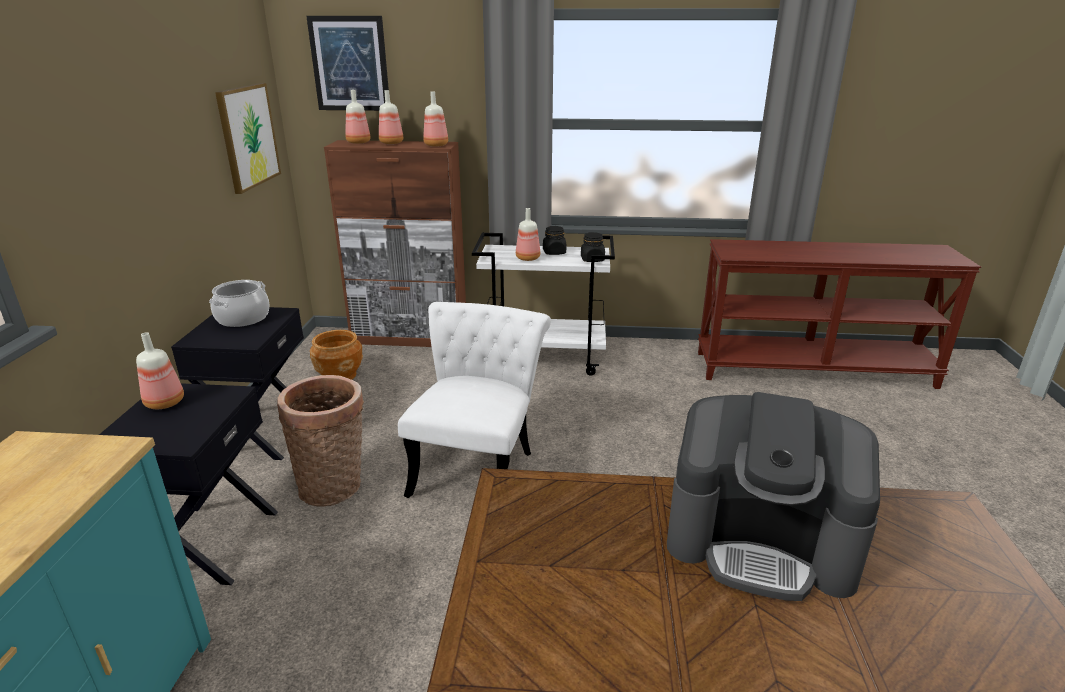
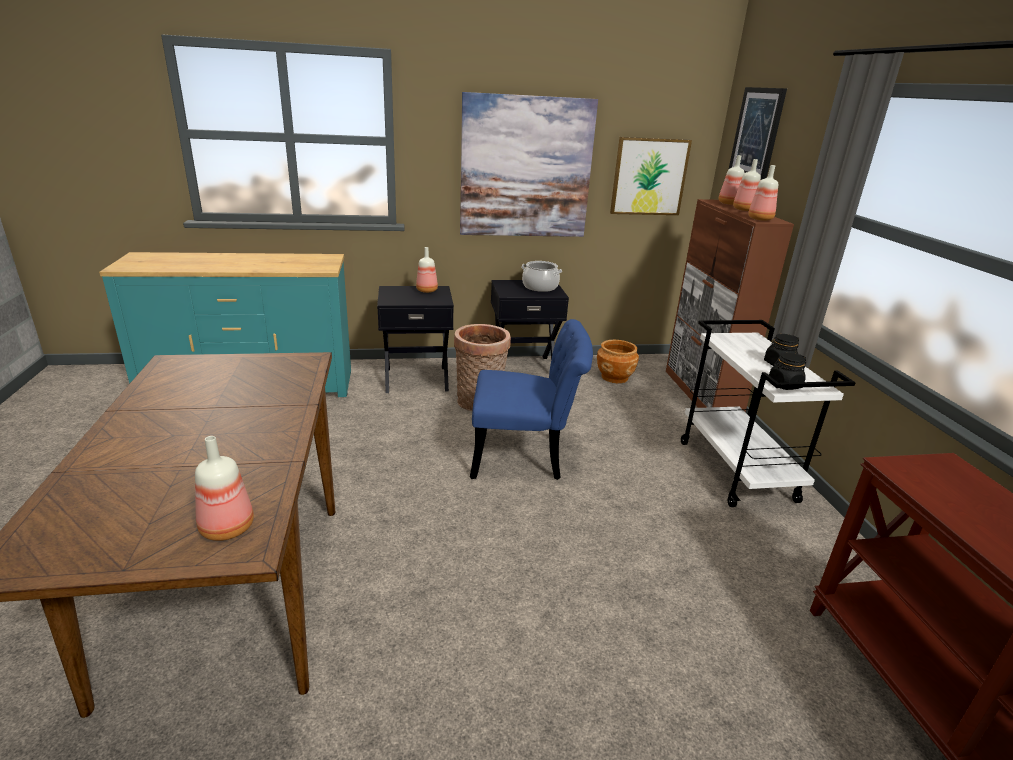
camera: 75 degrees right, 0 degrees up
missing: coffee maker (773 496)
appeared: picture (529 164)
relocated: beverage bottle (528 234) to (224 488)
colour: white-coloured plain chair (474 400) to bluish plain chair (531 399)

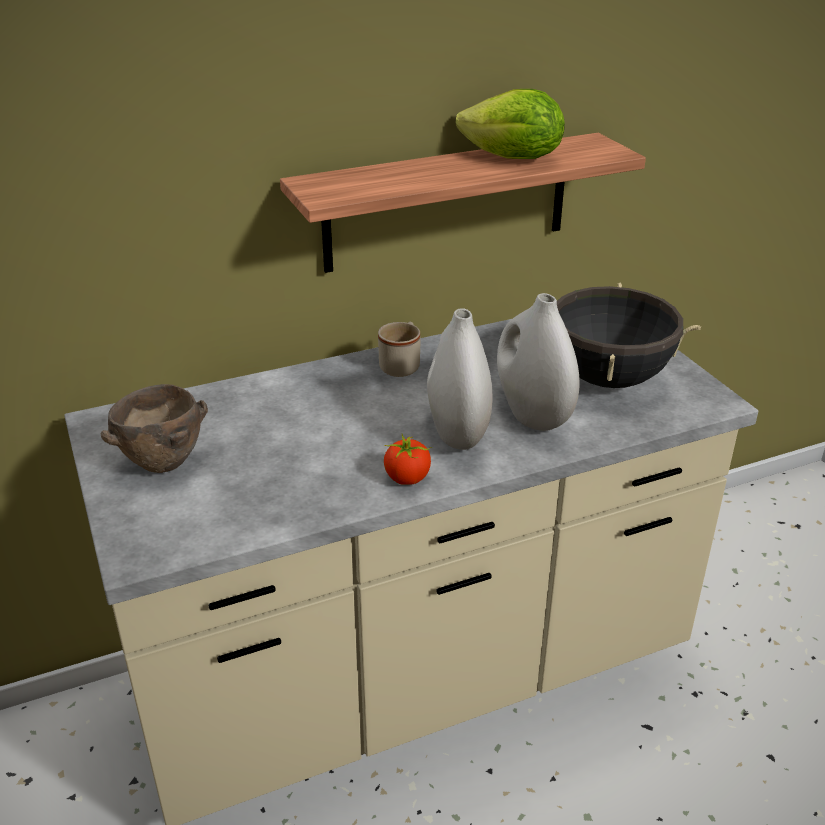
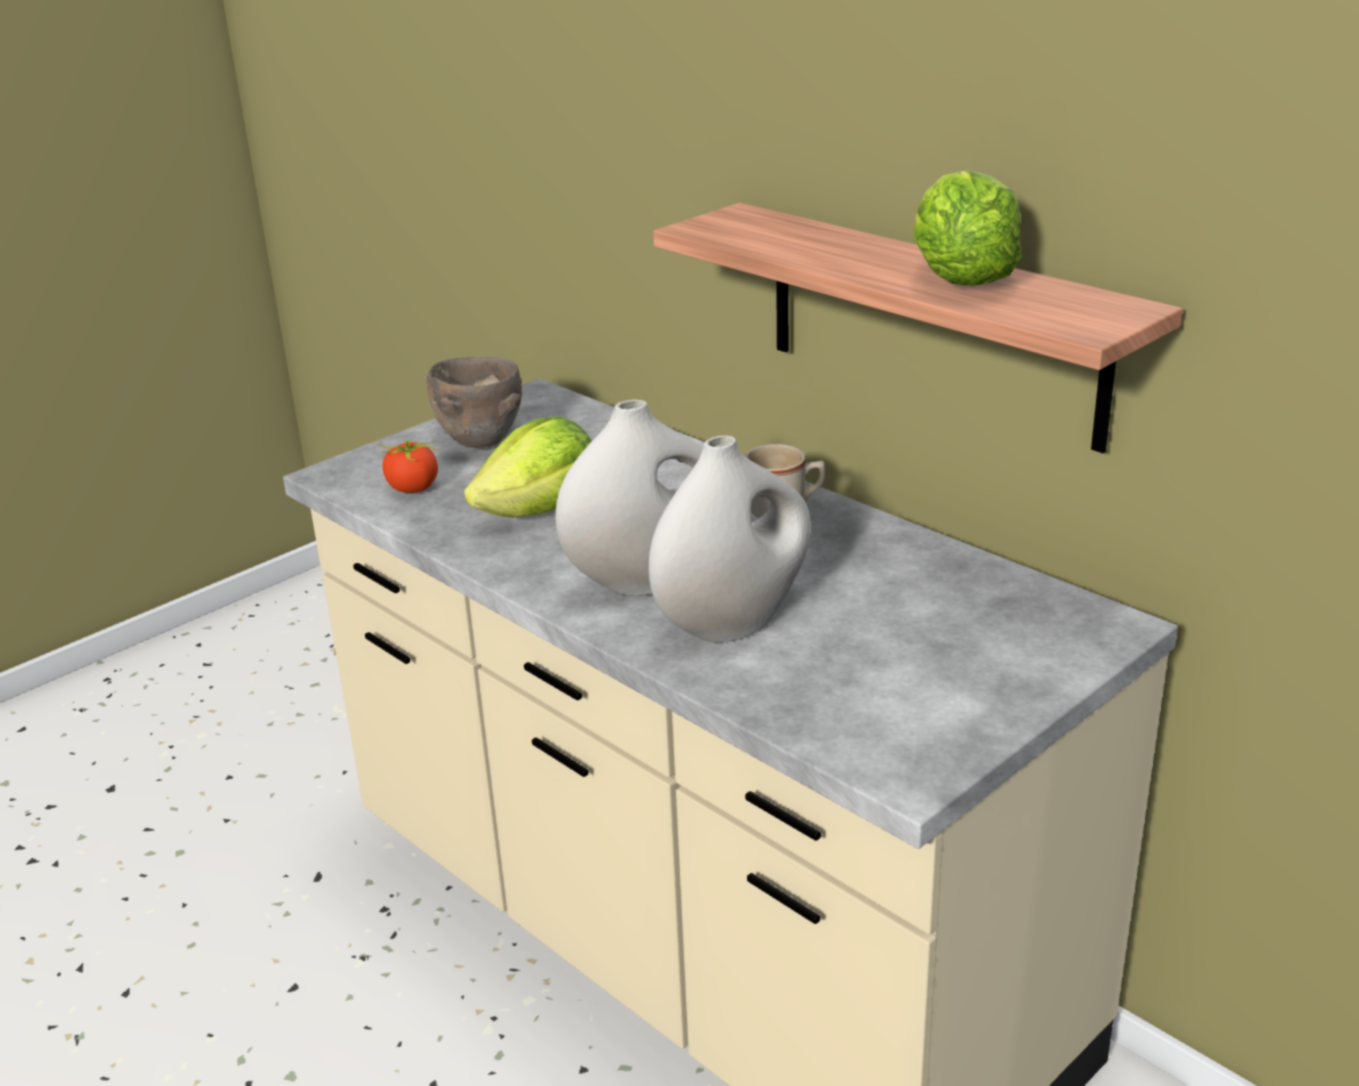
camera: 70 degrees right, 5 degrees down
missing: black-coloured saucepot (629 335)
appeared: lettuce (528 467)
relocated: fresh tomato (408 459) to (407 465)

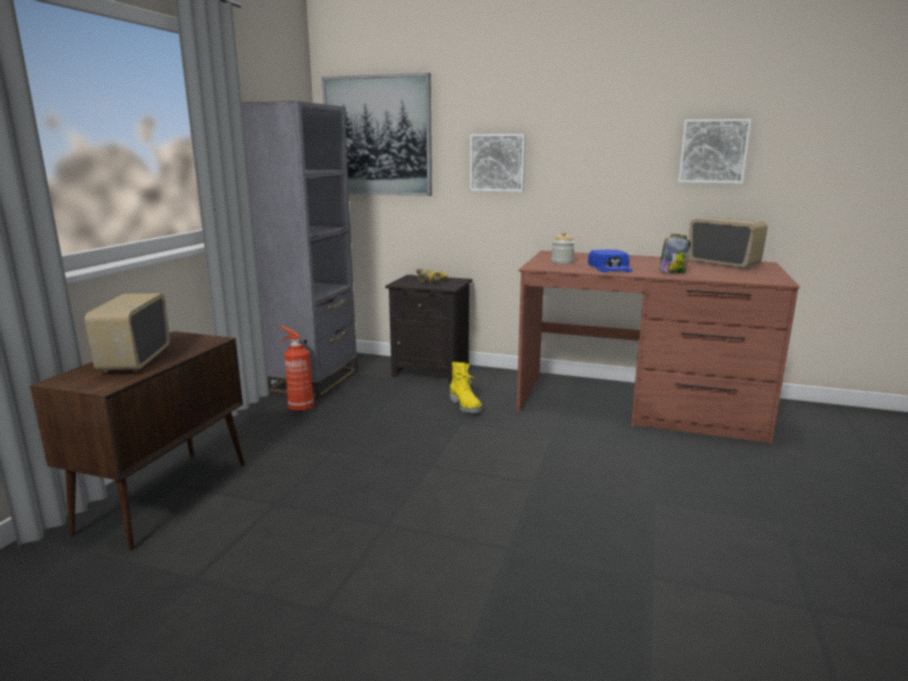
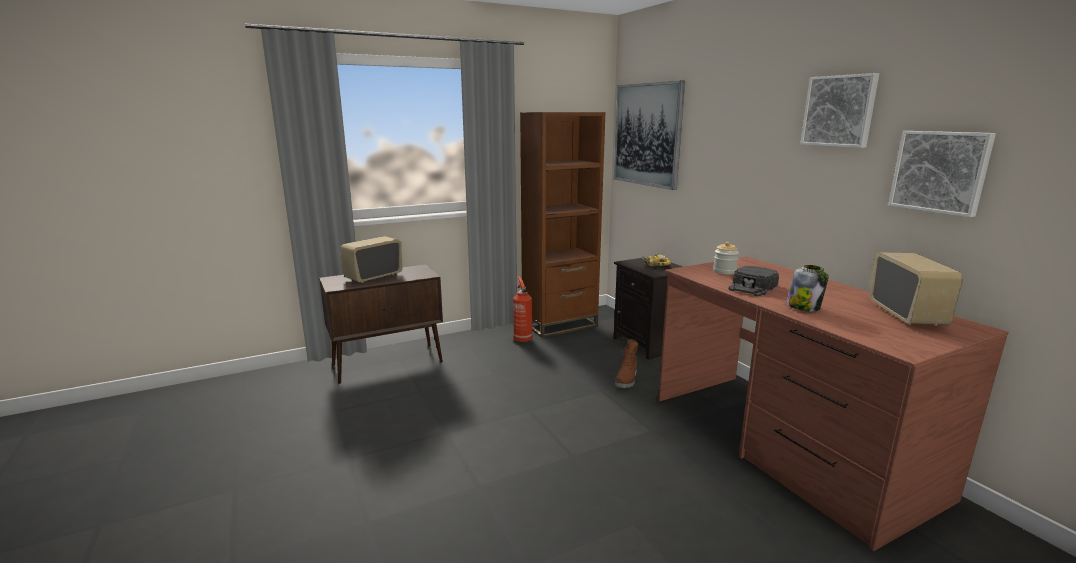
camera: 45 degrees right, 0 degrees up
relocated: picture (498 163) to (839 110)
colour: grey bookcase (299 250) to brown bookcase (562 225); yellowish tall boot (466 388) to brown tall boot (626 363); bluish peaked cap (610 261) to black-coloured peaked cap (754 281)

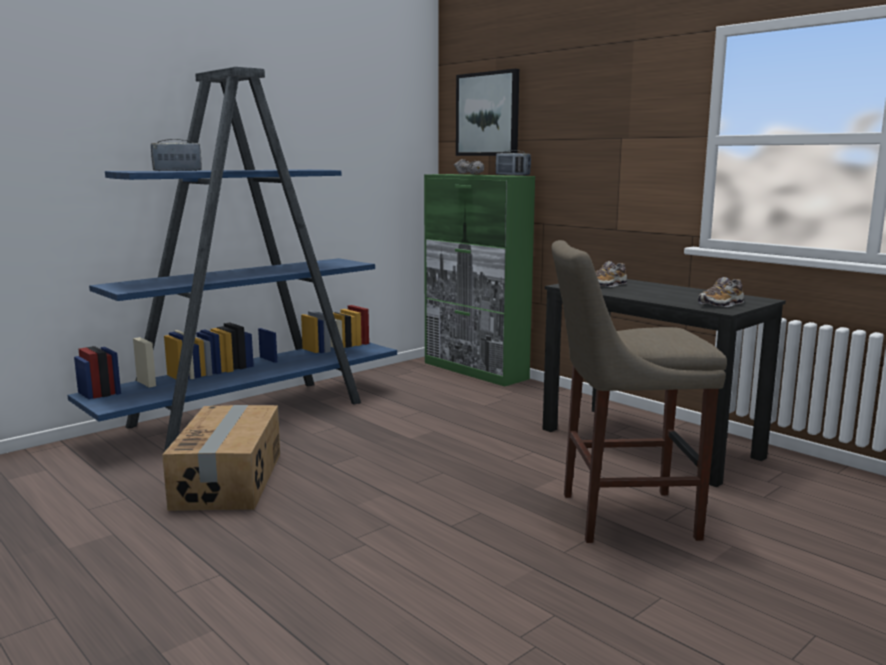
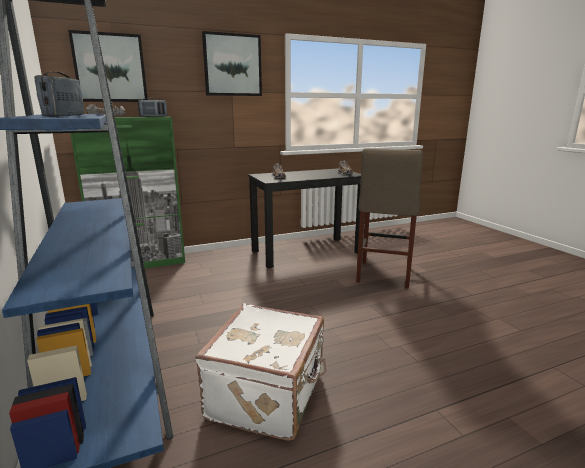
camera: 70 degrees left, 5 degrees up
appeared: picture (232 63)
exchanged: carton (221 458) to white-coloured piece of luggage (260 372)

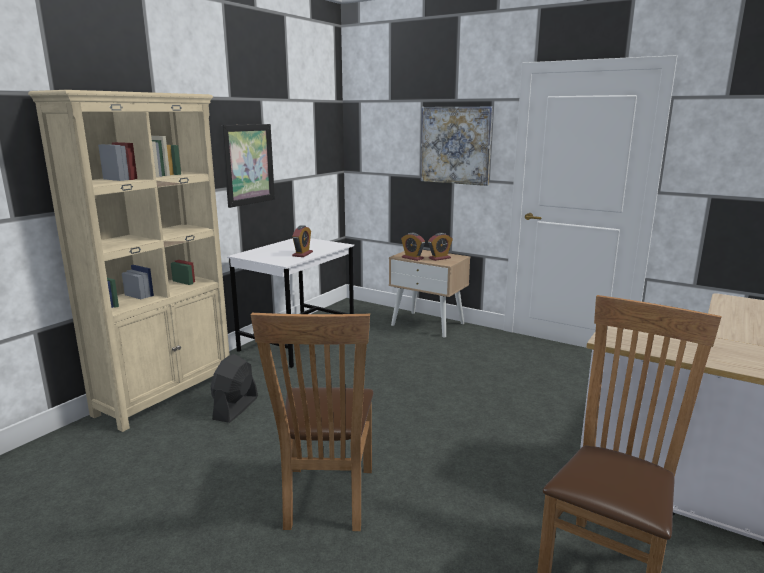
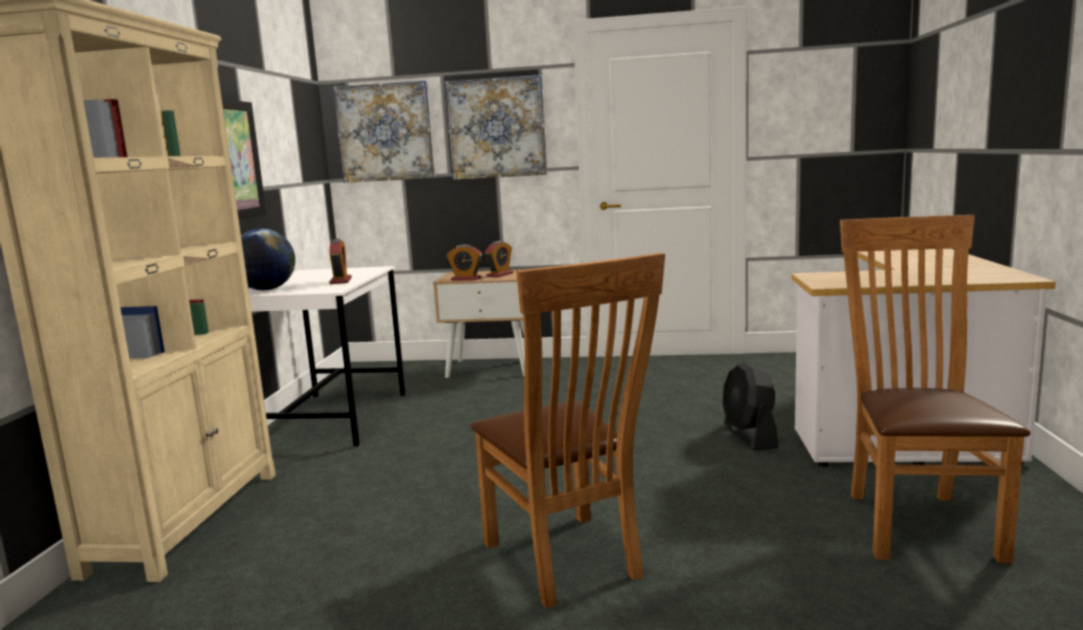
camera: 25 degrees left, 5 degrees down
appeared: world globe (268 259); picture (384 131)
relocated: black-coloured electric fan (234 388) to (750 406)

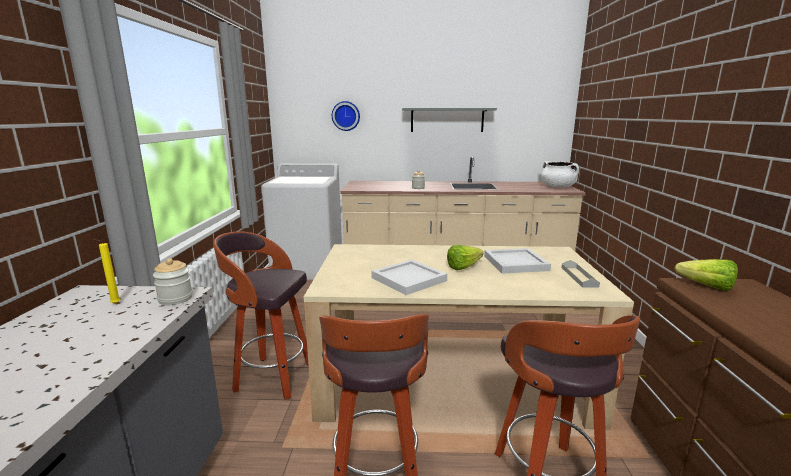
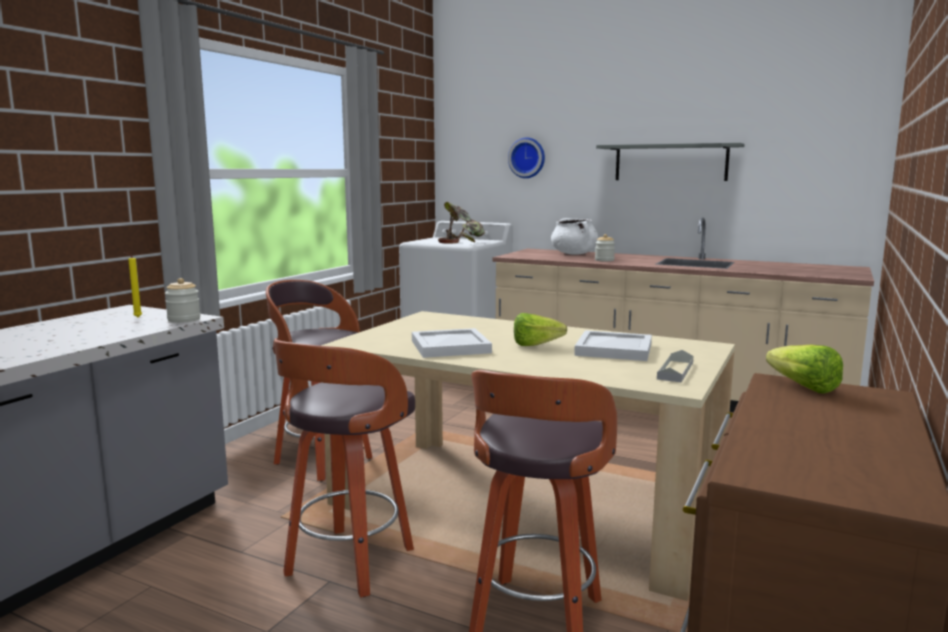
camera: 25 degrees right, 5 degrees down
appeared: potted plant (461 222)
relocated: white-coloured saucepot (560 174) to (574 236)

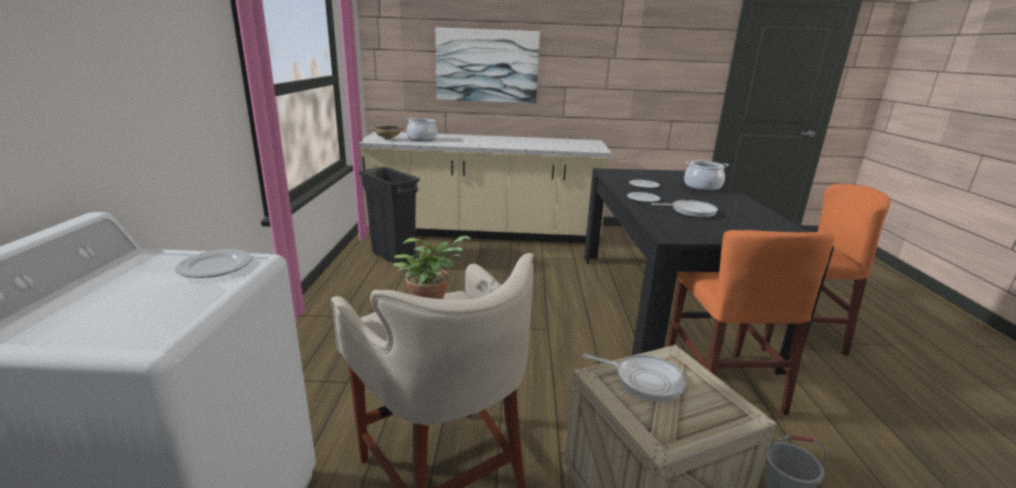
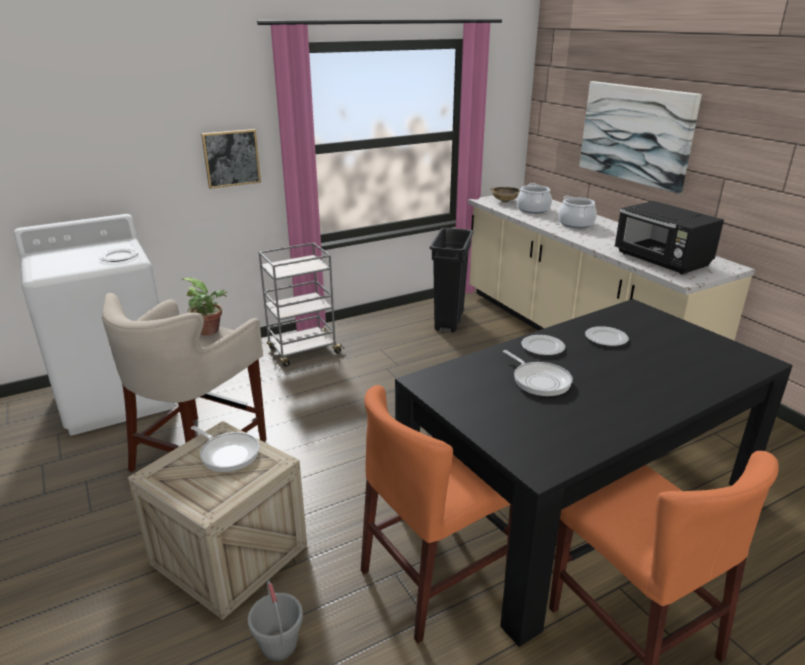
camera: 60 degrees right, 5 degrees up
appeared: picture (231 159); grey trolley (301 304); black-coloured kitchen microwave (669 237)
relocated: saucepot (706 176) to (577 212)
spun: frying pan (635 378) = (225 449) 45 degrees counterclockwise

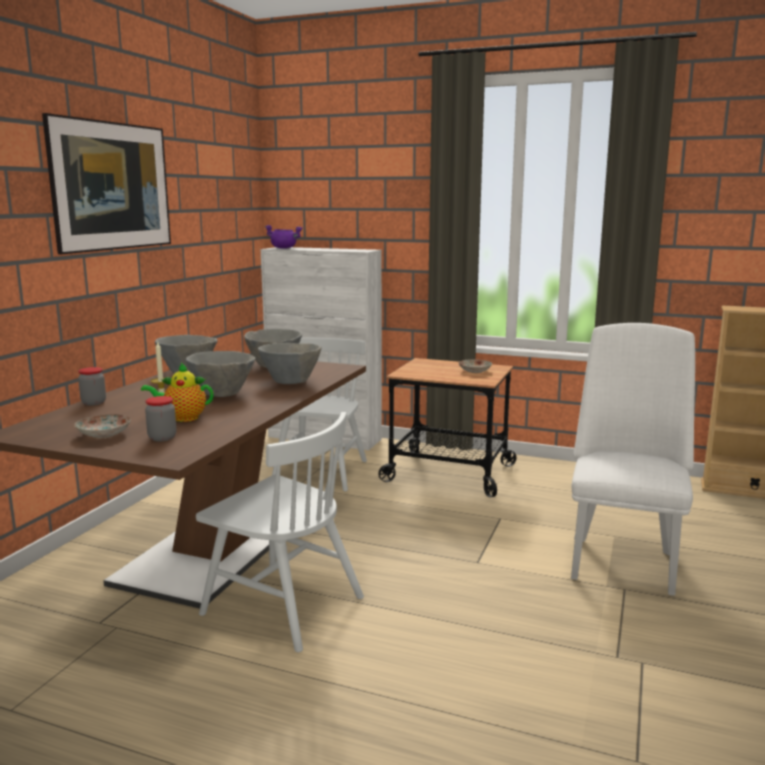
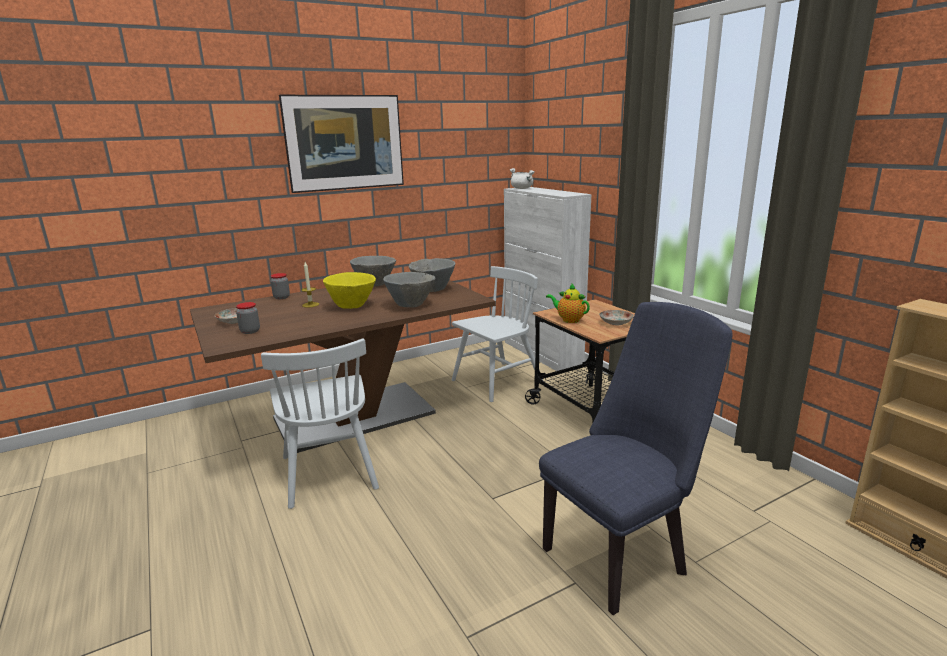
camera: 40 degrees right, 5 degrees up
relocated: teapot (177 392) to (568 303)
colour: grey deep dish (220 374) to yellowish deep dish (349 290); purplish saucepot (284 237) to white-coloured saucepot (522 178); white-coloured plain chair (633 459) to bluish plain chair (636 458)

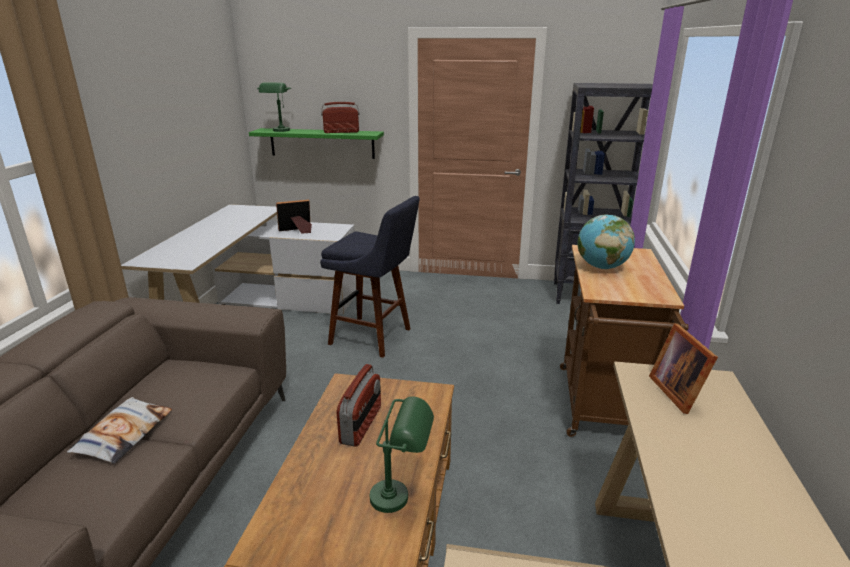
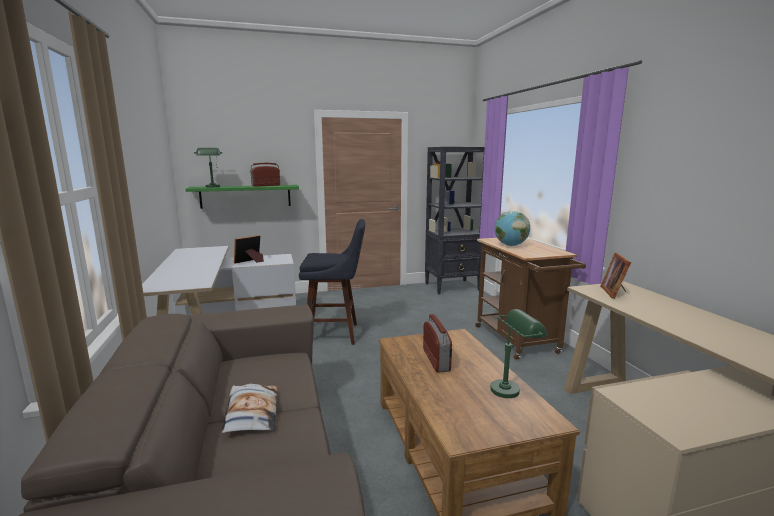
camera: 25 degrees left, 10 degrees down
spun: photo frame (683 368) = (615 275) 45 degrees clockwise

